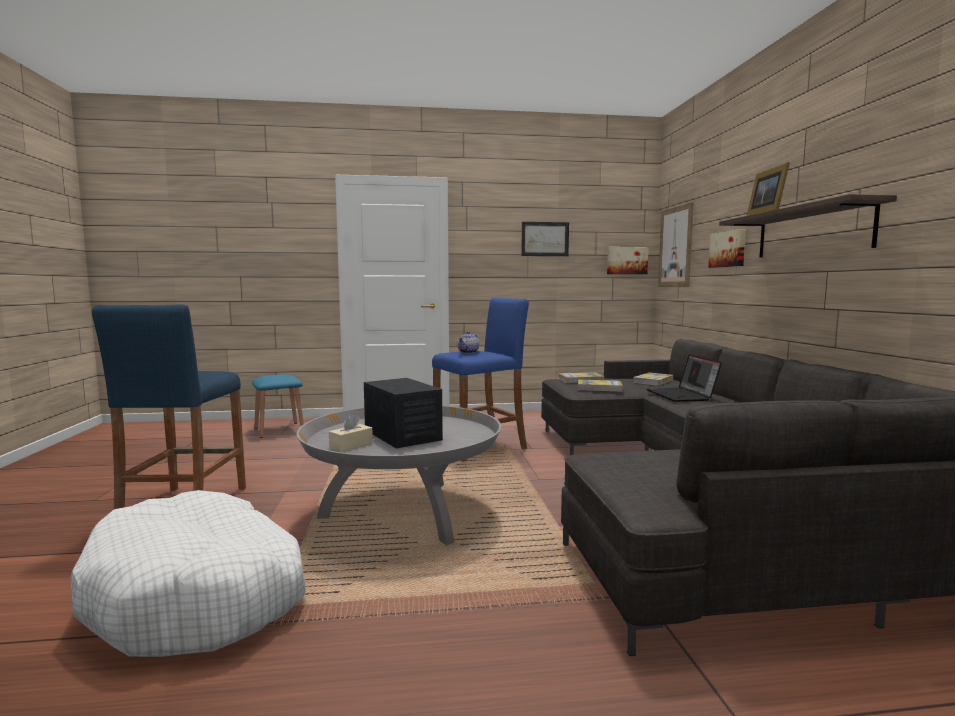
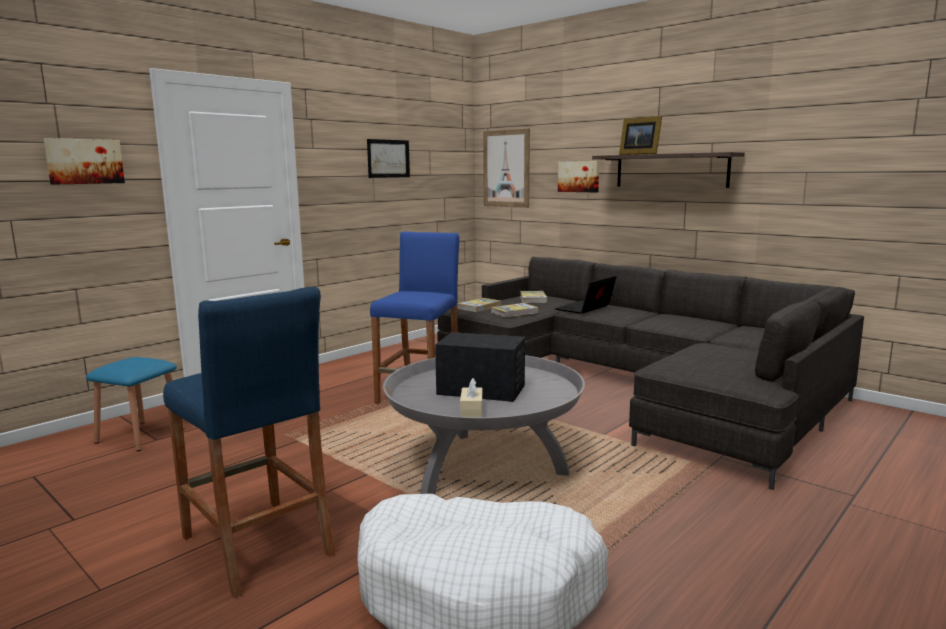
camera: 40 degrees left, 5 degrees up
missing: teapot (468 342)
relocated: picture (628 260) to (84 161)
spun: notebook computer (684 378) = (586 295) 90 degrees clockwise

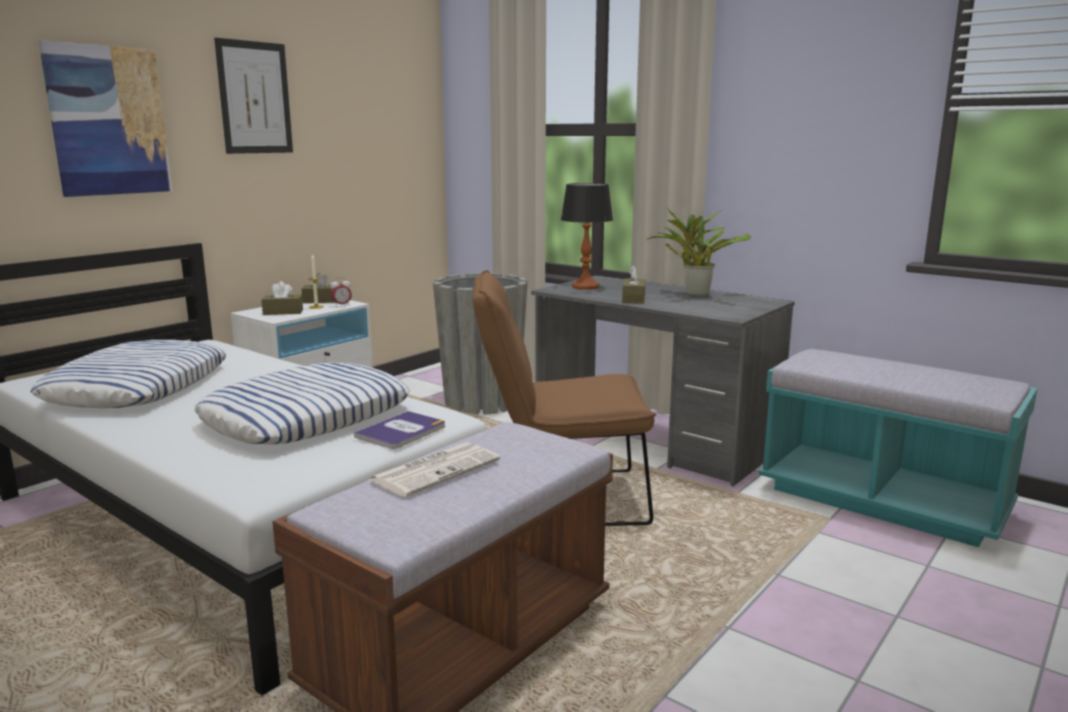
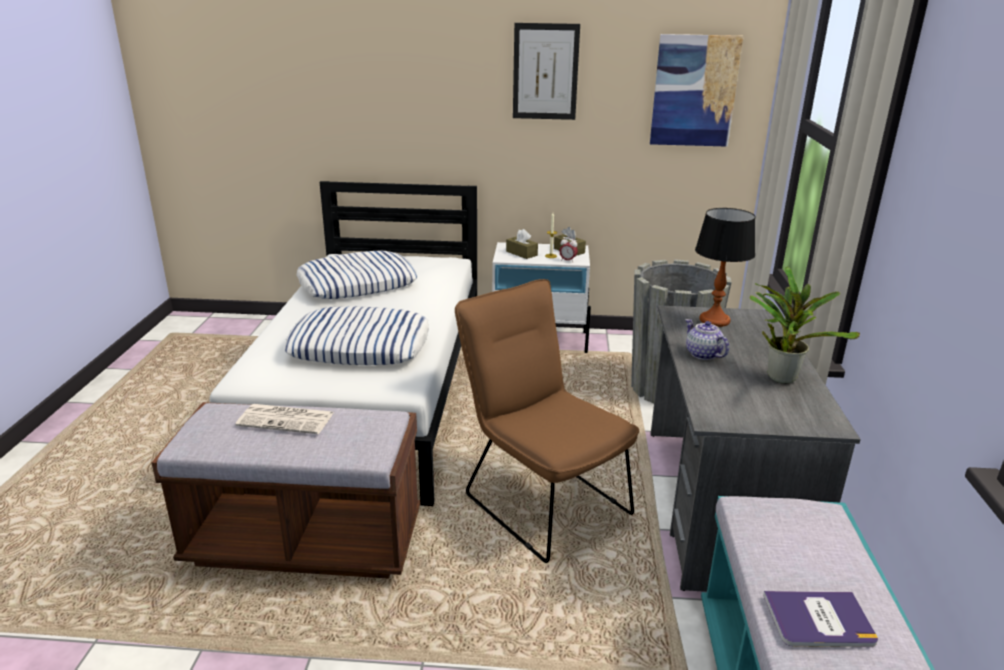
camera: 55 degrees right, 10 degrees up
relocated: picture (105 118) to (696 90); volume (399 430) to (820 619)
exchanged: brown tissue box (633 284) to teapot (707 339)

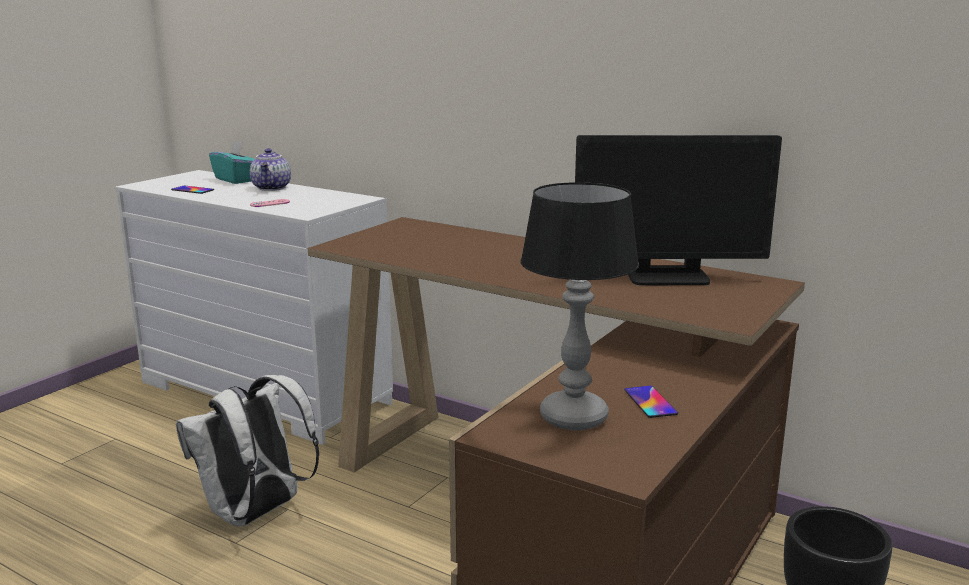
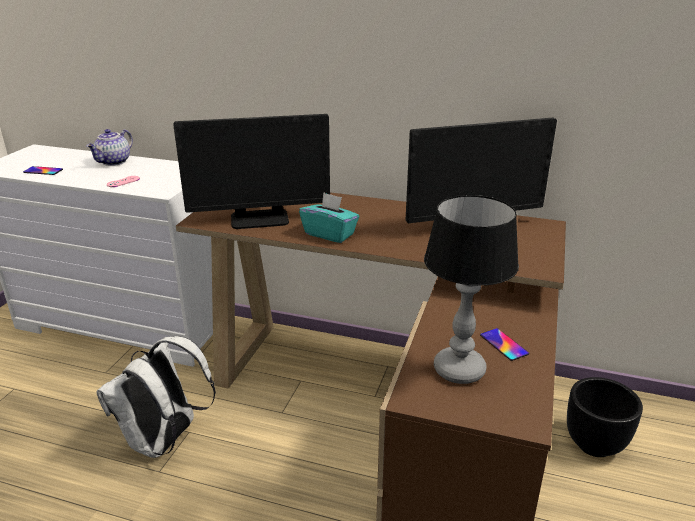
camera: 15 degrees left, 10 degrees up
appeared: computer display (251 171)
relocated: blue-green tissue box (232 162) to (329 217)
spun: teapot (270 169) = (109 147) 45 degrees clockwise

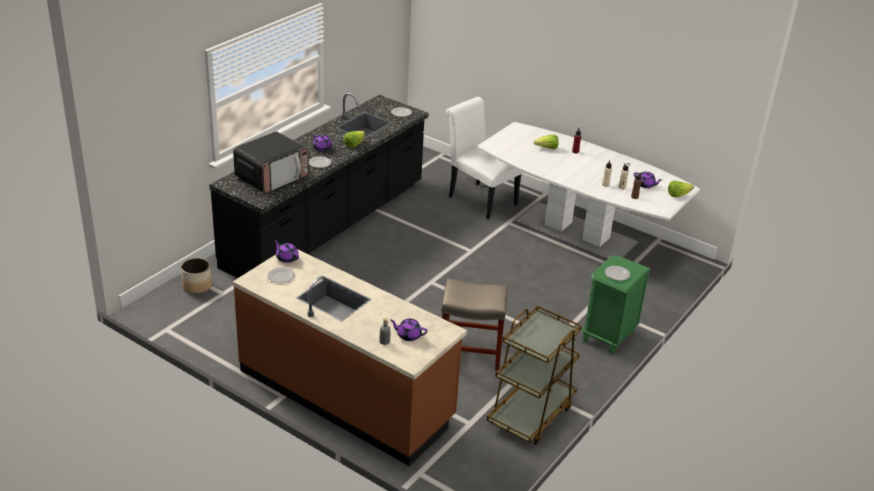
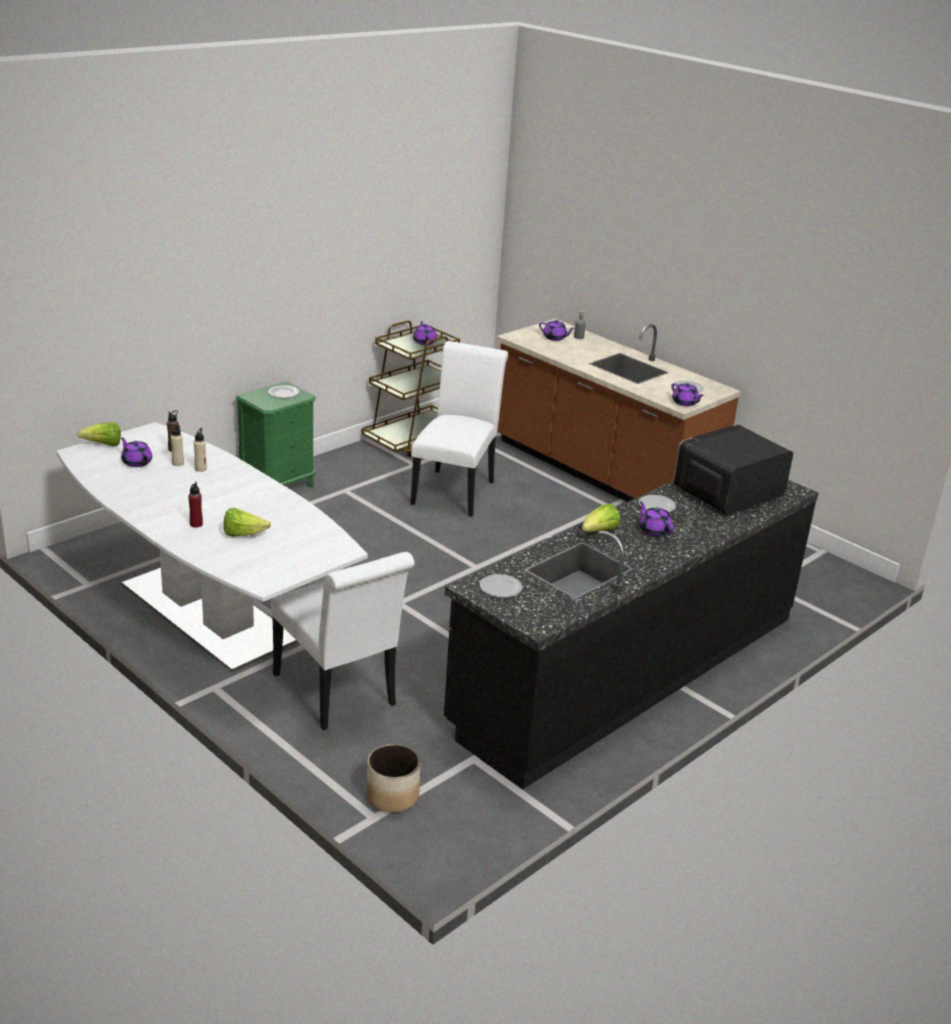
camera: 170 degrees left, 5 degrees down
appeared: purplish teapot (425 333)
relocated: planter (196 276) to (393 778)
exchanged: sand-coloured stool seat (474 325) to white-coloured plain chair (459 429)

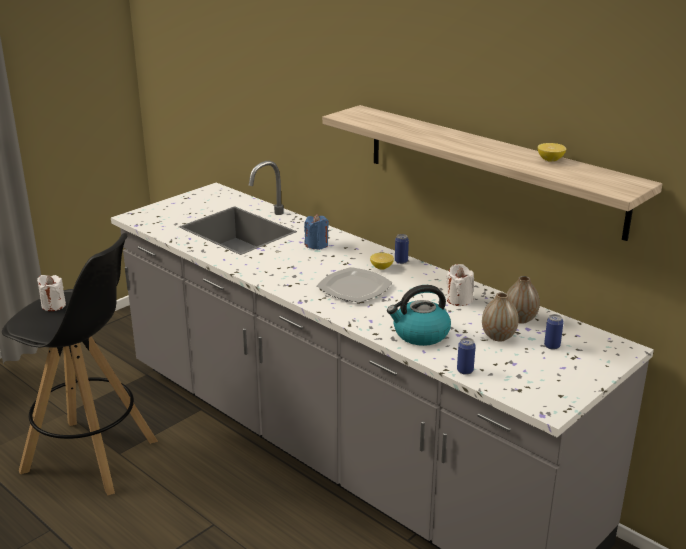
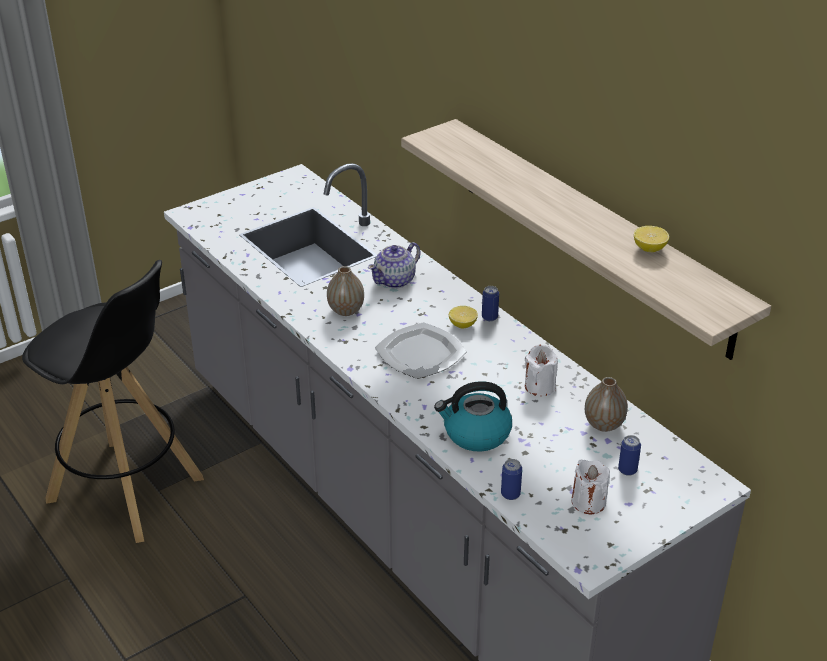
camera: 10 degrees right, 10 degrees up
relocated: decorative vase (500 316) to (345 291); white-coloured wax candle (51 293) to (590 487)
exchanged: bluish wax candle (316 232) to teapot (394 265)

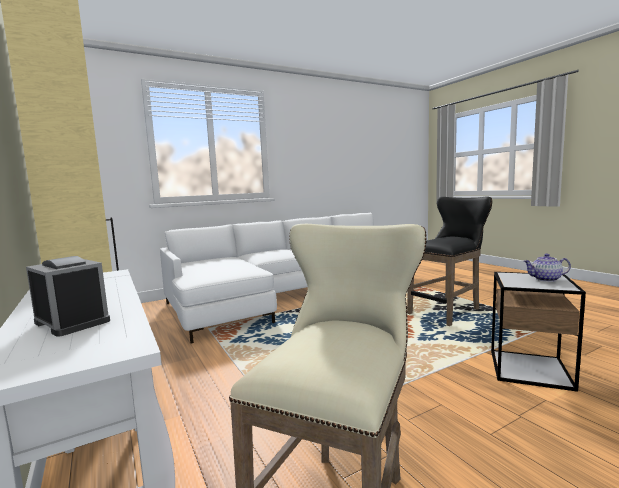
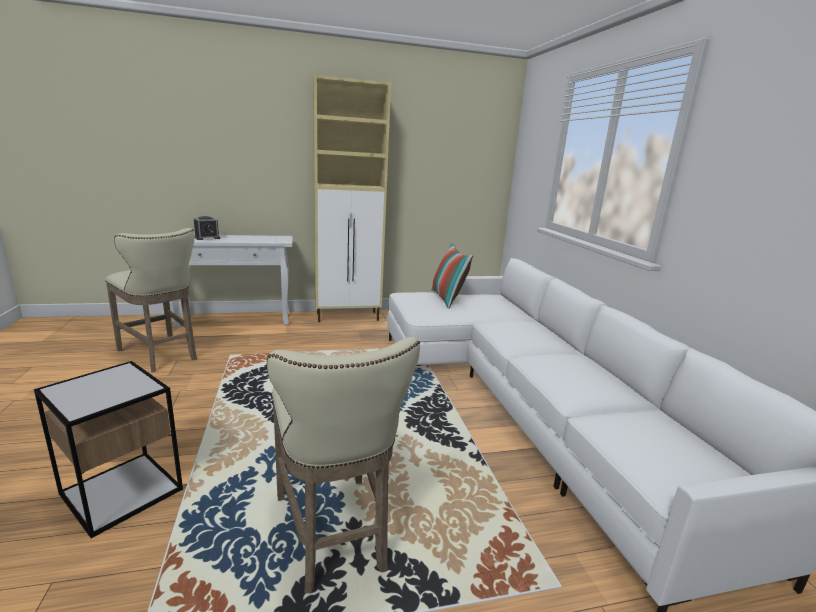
camera: 105 degrees right, 10 degrees up
missing: teapot (547 268)
appeared: throw pillow (452 275)
colour: black-coloured stool seat (449 261) to sand-coloured stool seat (343 465)

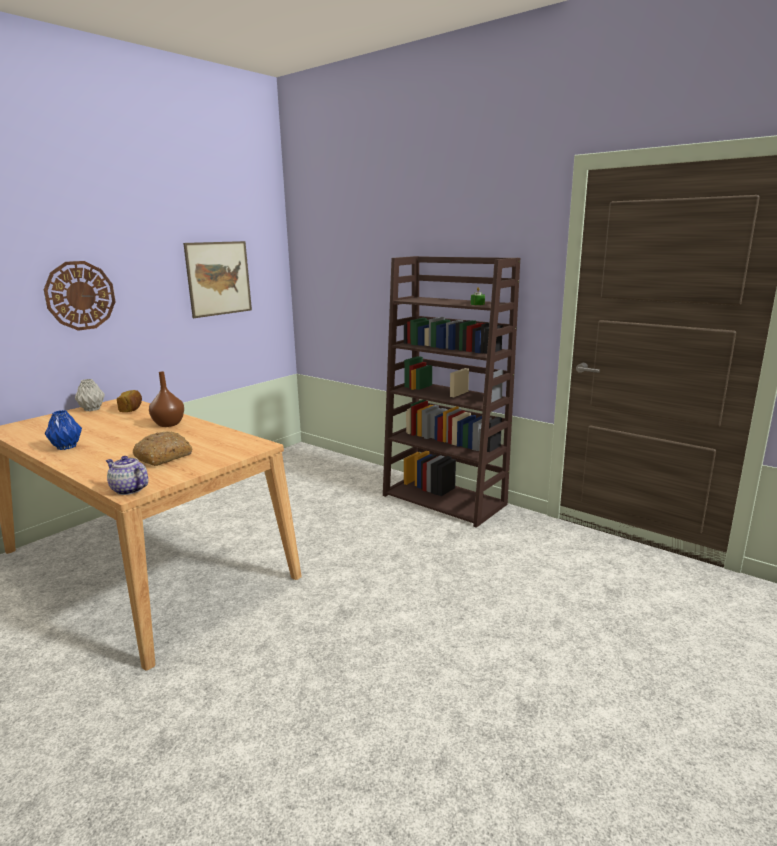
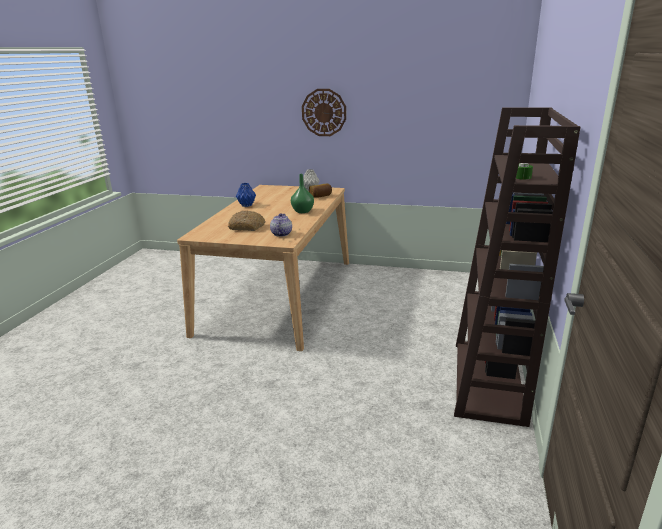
camera: 65 degrees right, 5 degrees up
missing: picture (217 279)
relocated: teapot (127 475) to (281 225)
colour: brown decorative vase (166 399) to green decorative vase (302 193)

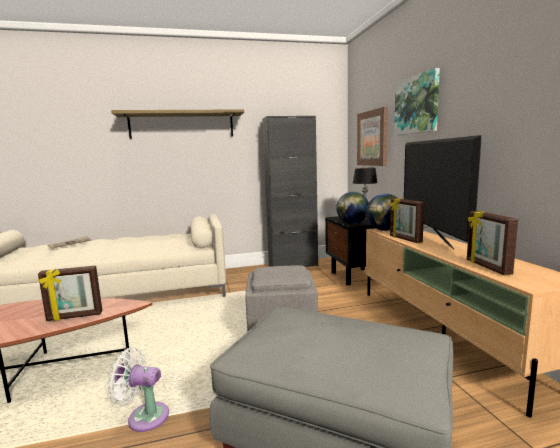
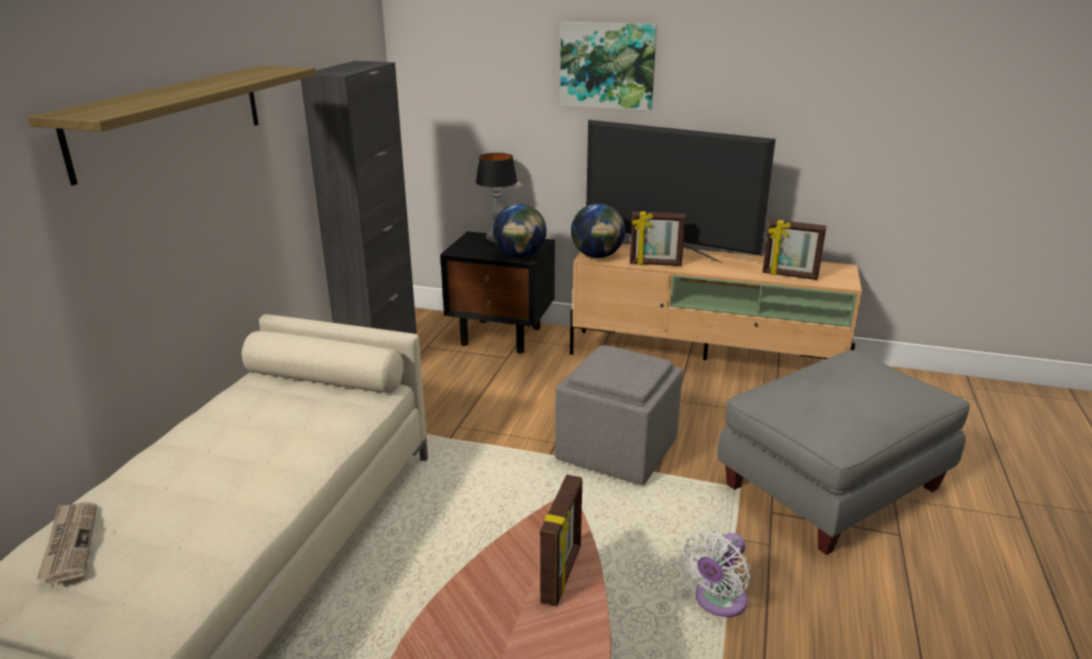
camera: 60 degrees left, 15 degrees up
missing: picture (372 136)

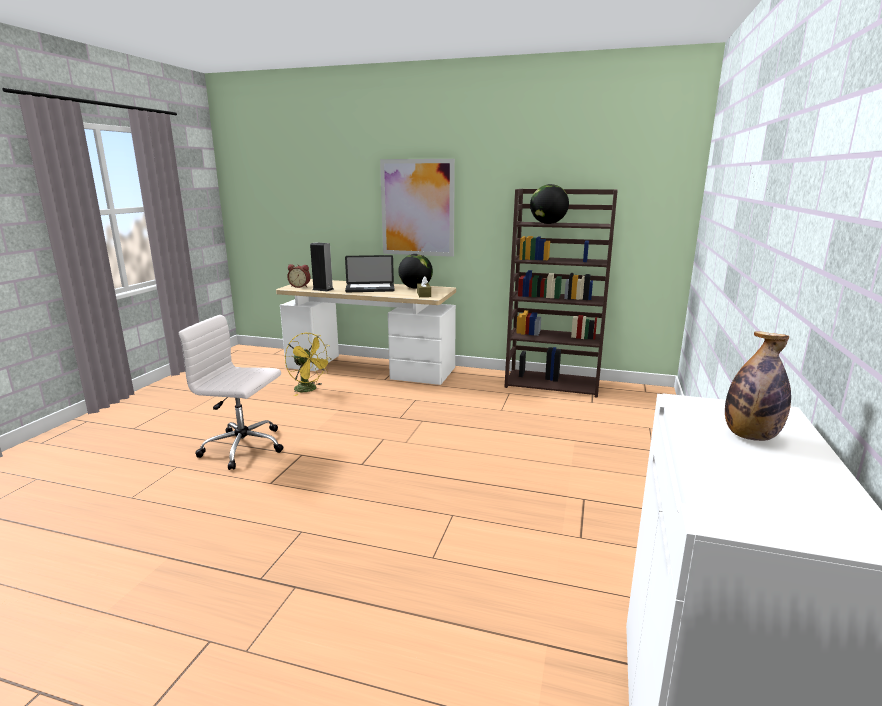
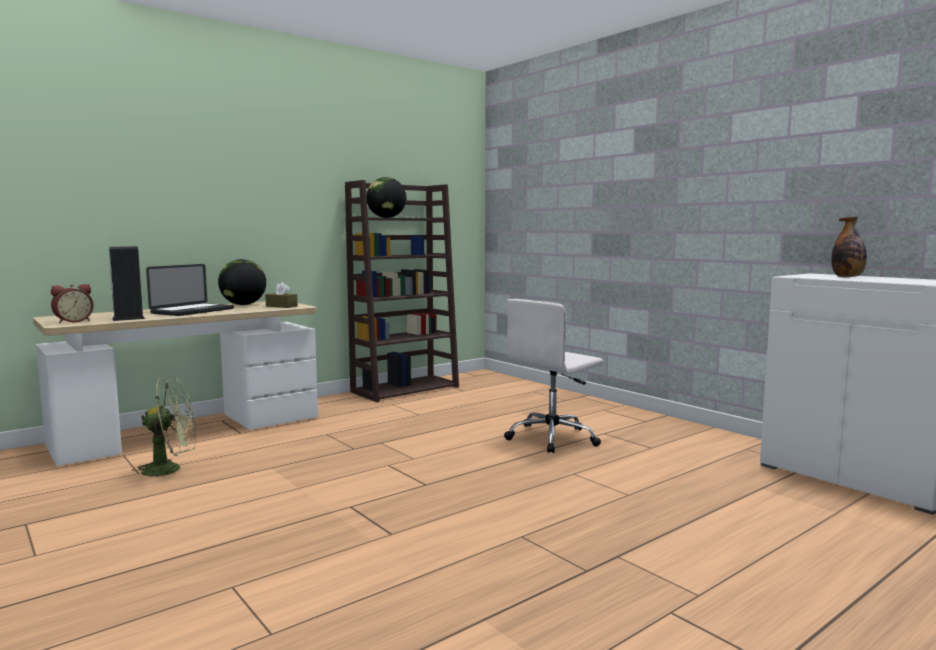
camera: 55 degrees left, 10 degrees down
missing: picture (417 208)
relocated: white-coloured desk chair (231 392) to (554 376)
colour: yellowish electric fan (308 364) to green electric fan (164 428)

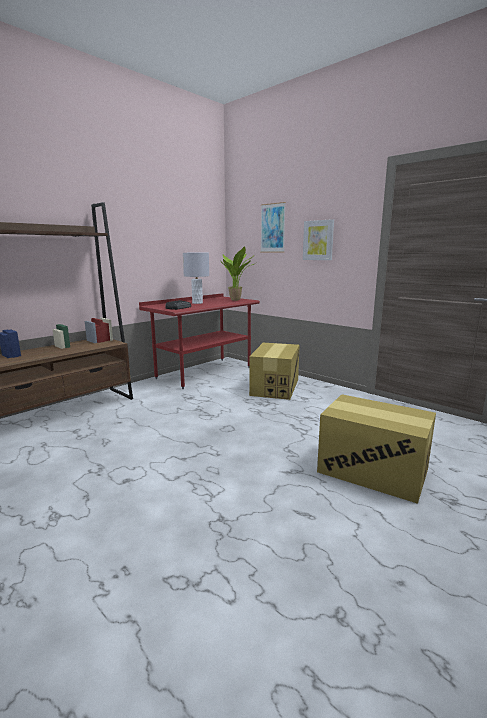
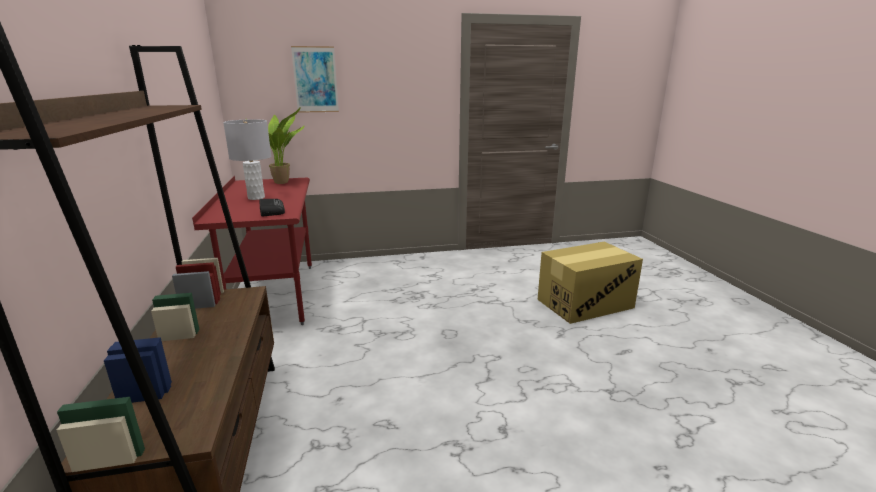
camera: 55 degrees left, 5 degrees up
missing: carton (274 371); picture (318 239)

